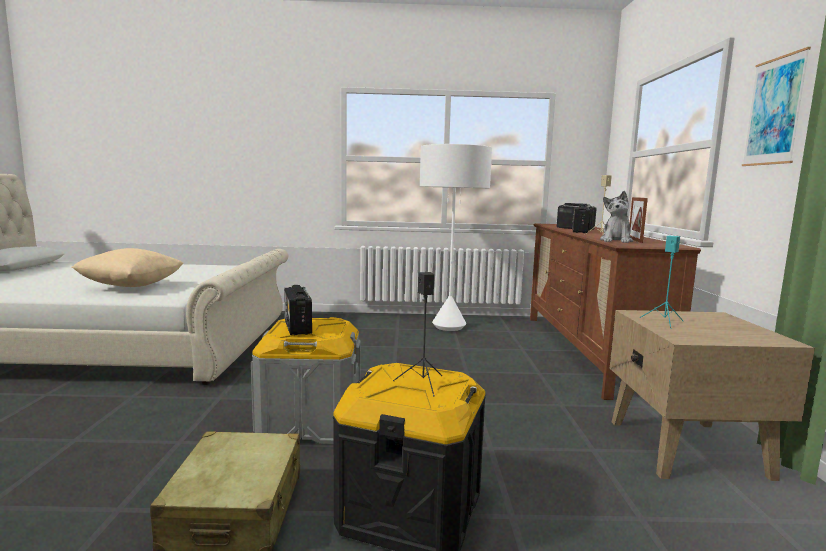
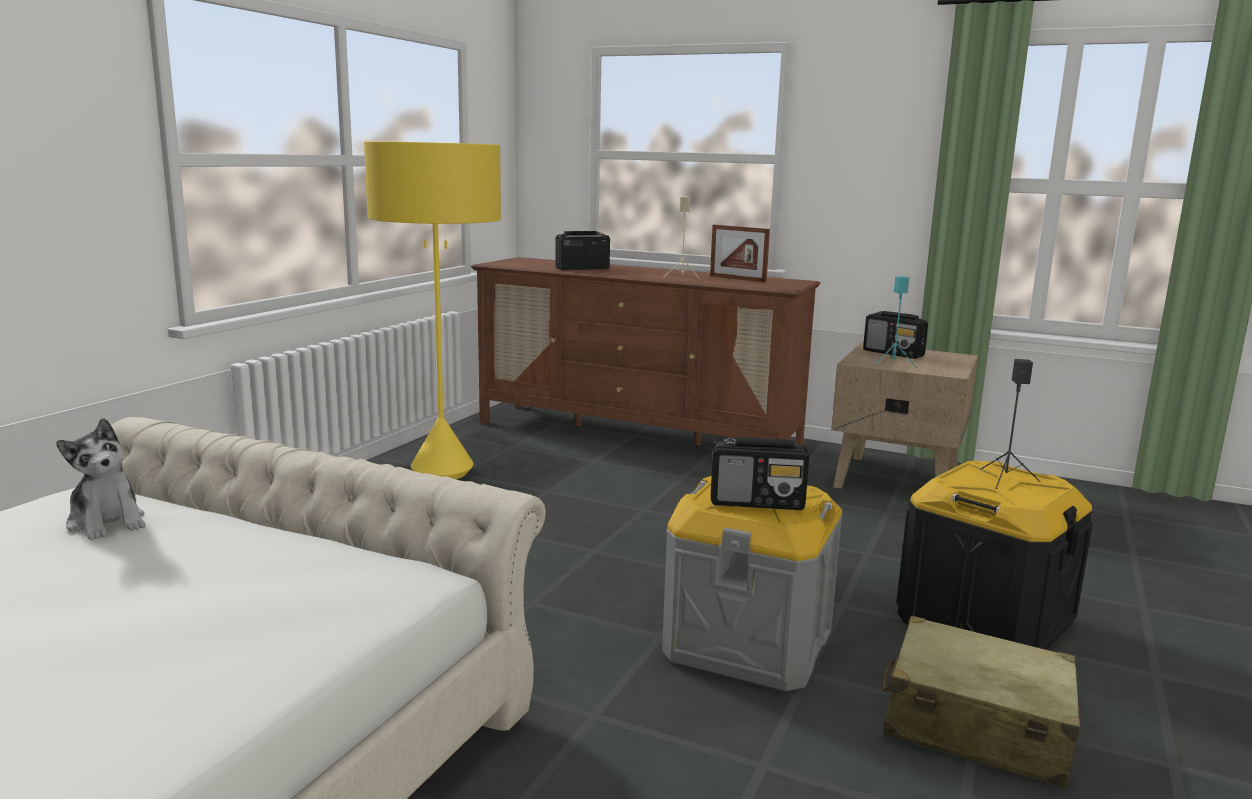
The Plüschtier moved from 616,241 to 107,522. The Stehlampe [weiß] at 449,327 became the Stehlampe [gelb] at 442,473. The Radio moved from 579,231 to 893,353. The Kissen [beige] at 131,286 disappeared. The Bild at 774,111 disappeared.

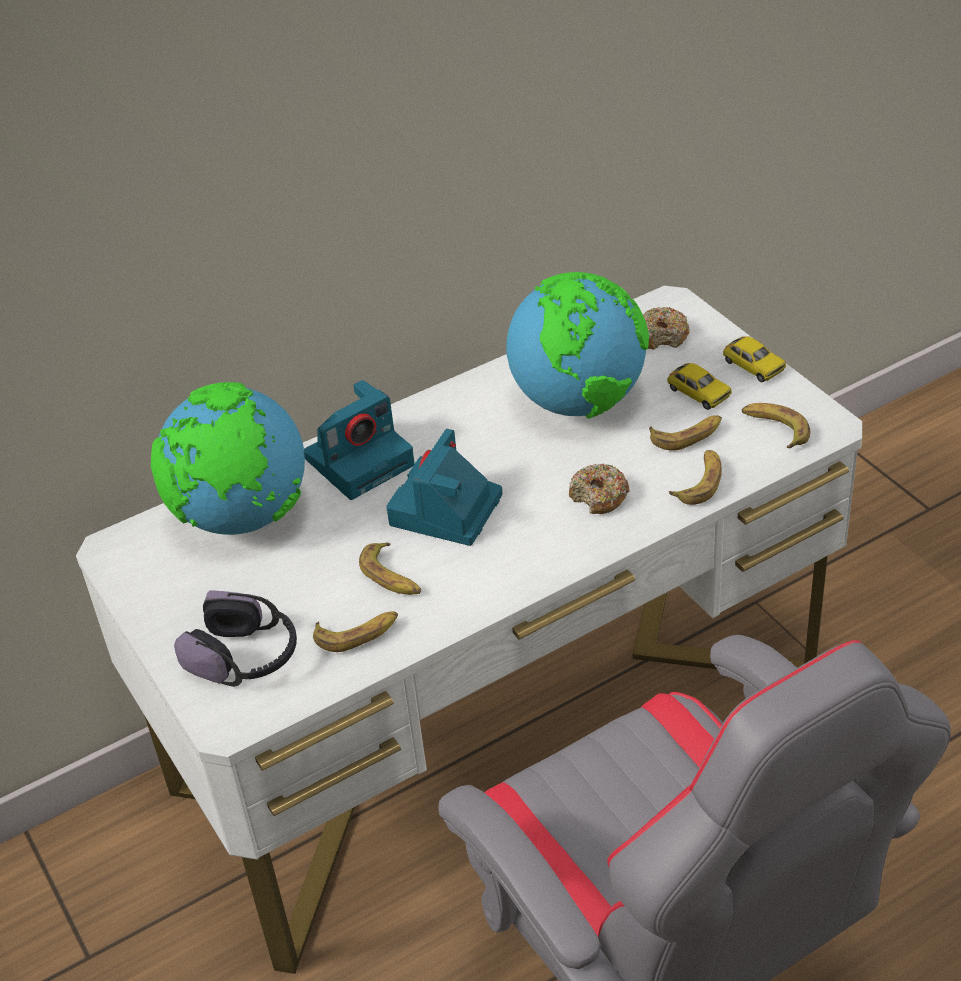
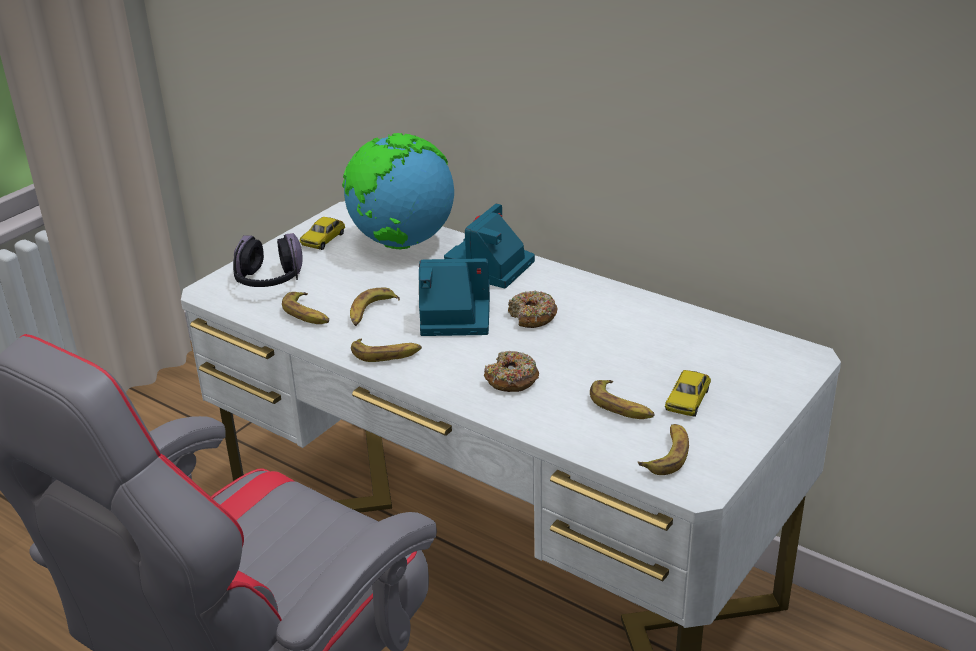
The Spielzeugauto moved from 754,366 to 323,240. The Banane moved from 699,482 to 386,354. The Kamera at 360,459 turned 90 degrees clockwise. The Donut moved from 662,336 to 532,317. The Globus at 579,402 disappeared.

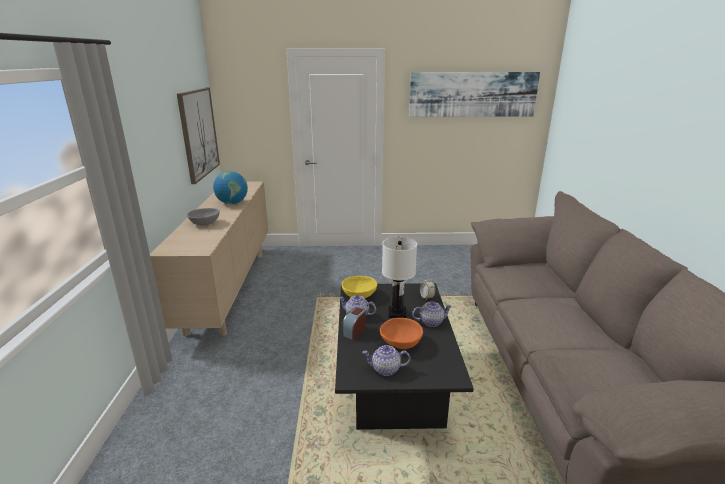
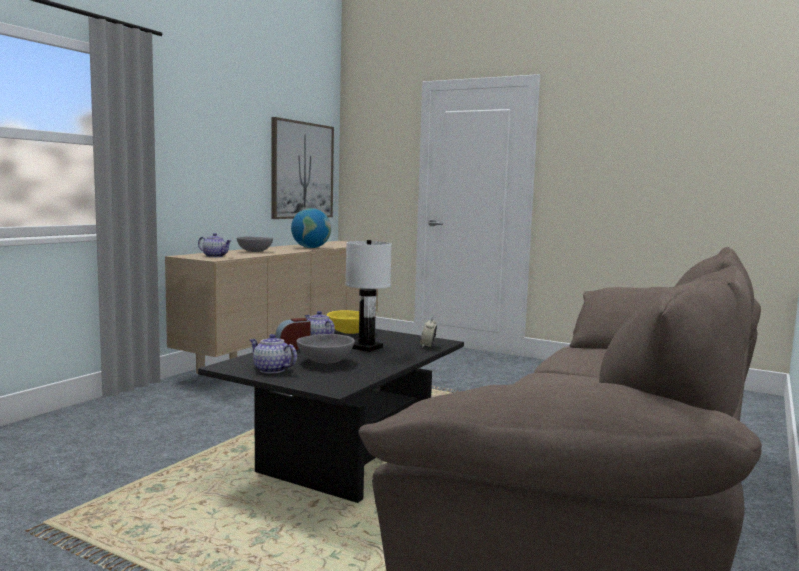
The Teekanne moved from 431,322 to 215,256. The Schüssel [orange] at 400,343 became the Schüssel [grau] at 324,362. The Bild at 472,94 disappeared.

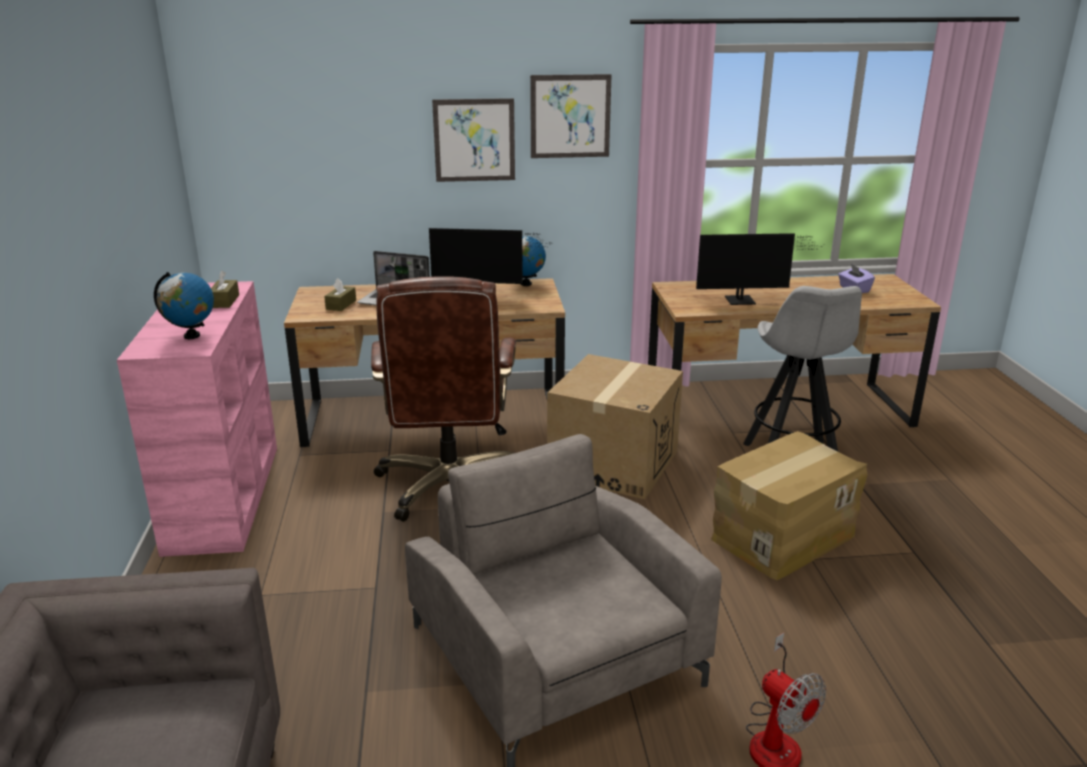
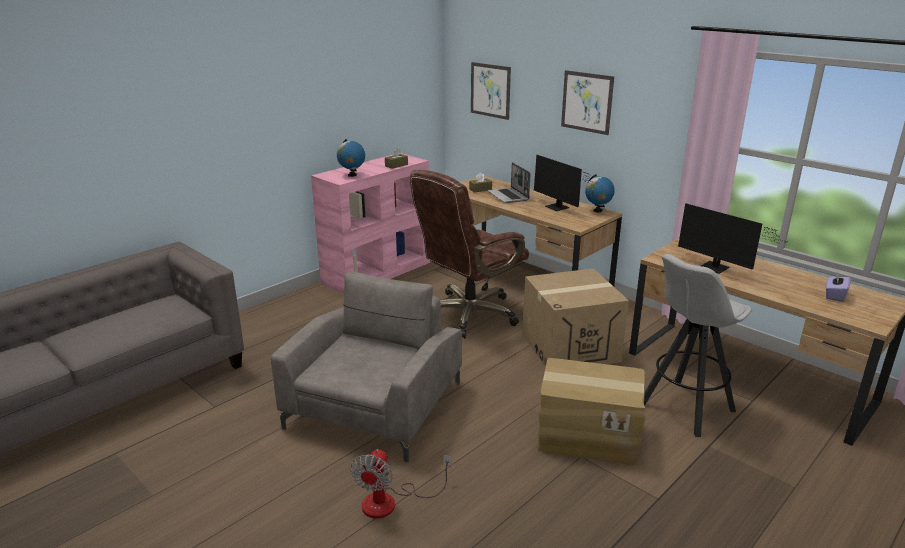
The Bild moved from 570,116 to 490,90.

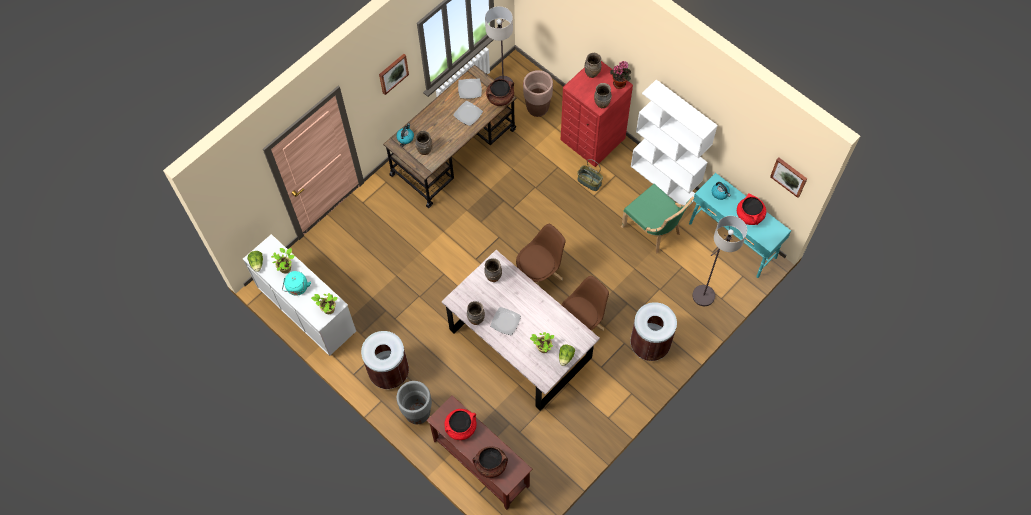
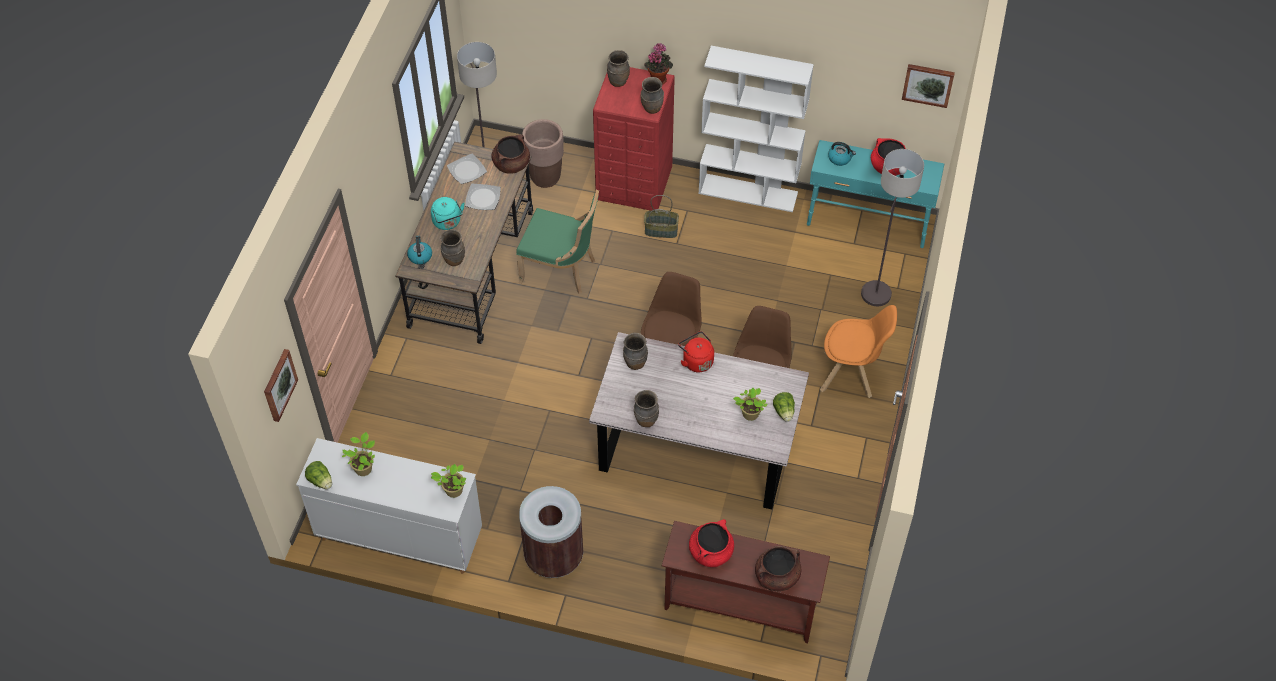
The Bild moved from 393,73 to 279,385. The Wasserkessel [türkis] moved from 297,288 to 448,223. The Stuhl [grün] moved from 653,230 to 561,270. The Wasserkessel [rot] at 696,361 appeared. The Mülleimer [braun] at 650,345 was replaced by the Stuhl [orange] at 851,374. The Pflanzkübel [grau] at 417,413 disappeared. The Teller at 505,321 disappeared.

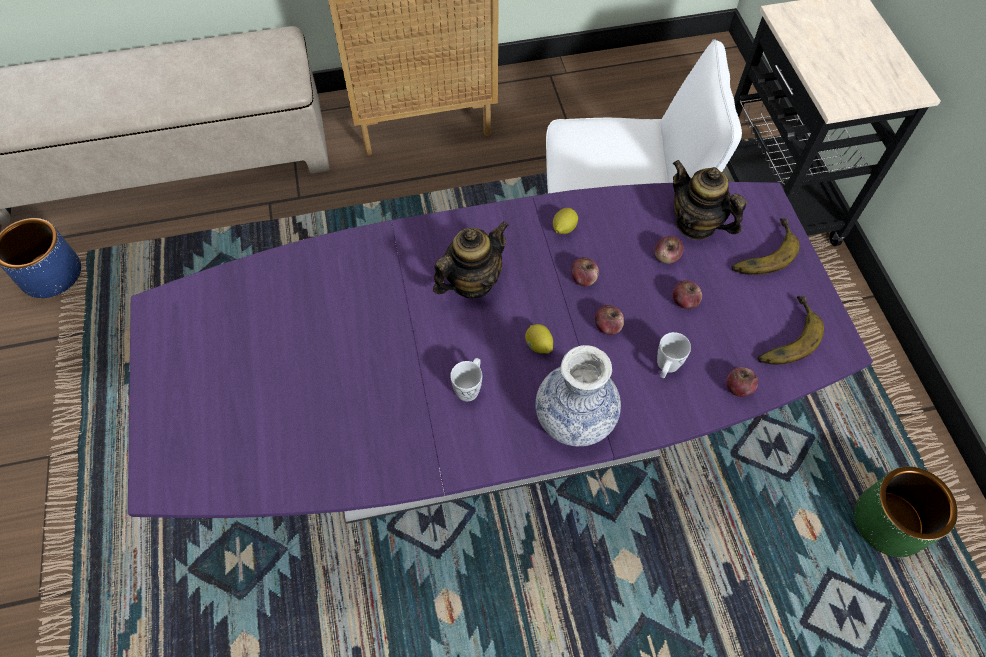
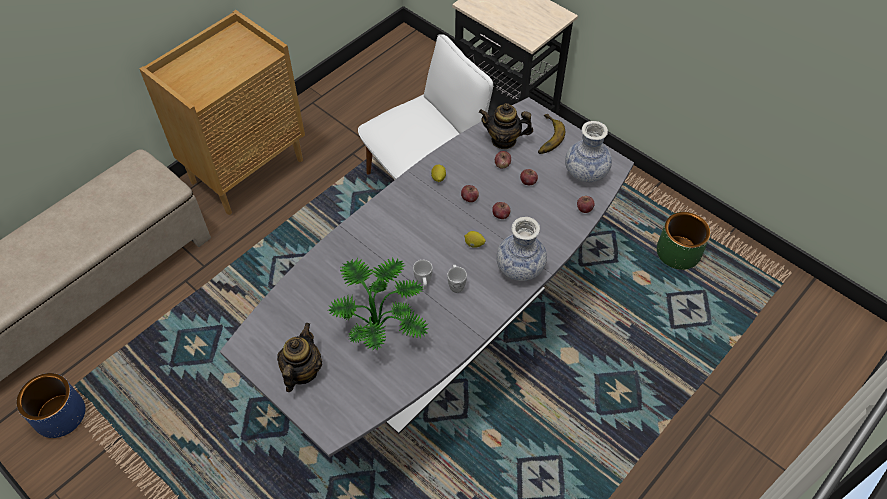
The Esstisch [lila] at 493,431 became the Esstisch [grau] at 443,331. The Teekanne moved from 471,282 to 302,371. The Topfpflanze at 381,323 appeared. The Henkelbecher [weiß] moved from 666,367 to 423,283. The Banane at 782,335 was replaced by the Vase at 585,172.

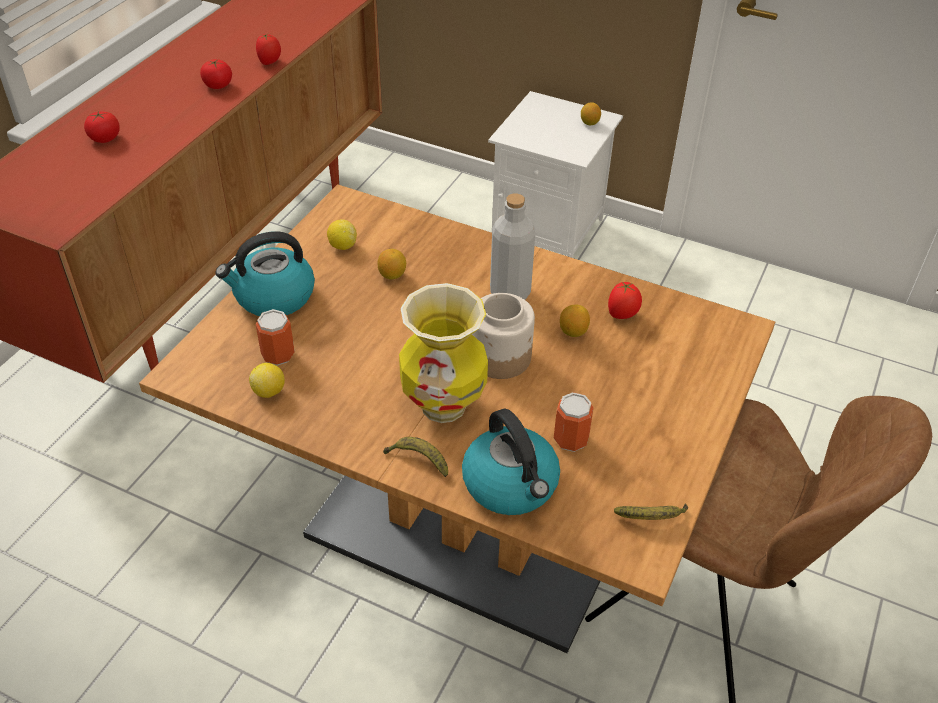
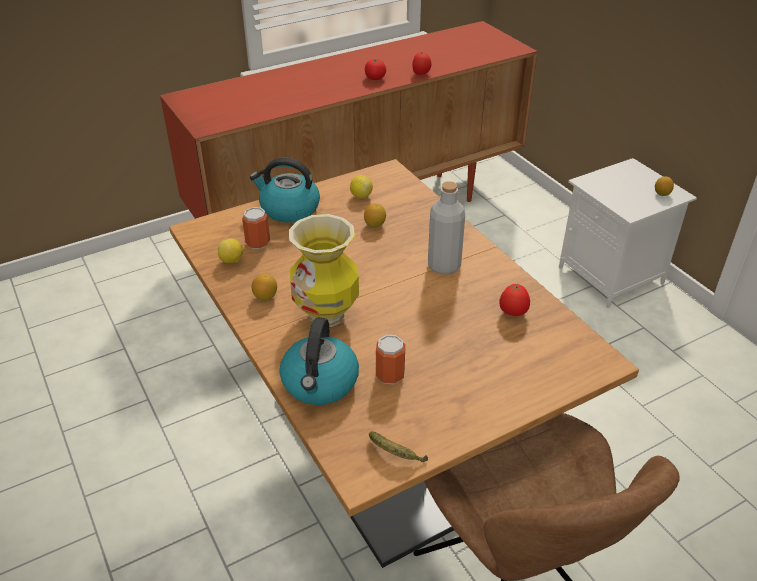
The Zitrone moved from 573,332 to 265,297. The Tomate at 105,138 disappeared. The Banane at 418,460 disappeared. The Vorratsglas at 500,357 disappeared.

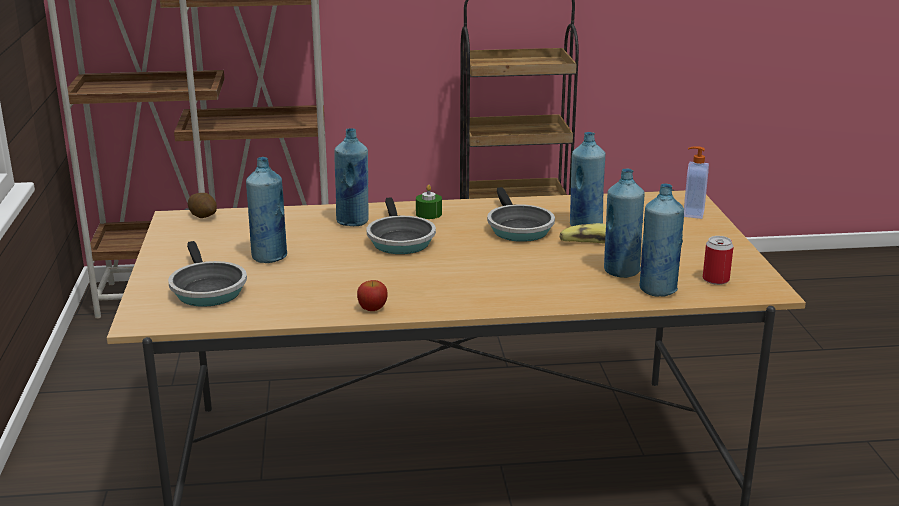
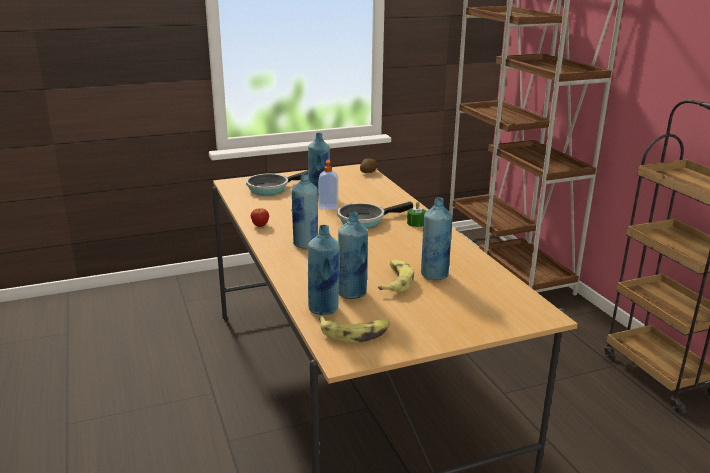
The Flasche [blau] moved from 353,222 to 305,244. The Seifenspender moved from 692,213 to 328,206. The Dose at 715,280 was replaced by the Banane at 355,333. The Pfanne at 517,228 disappeared.

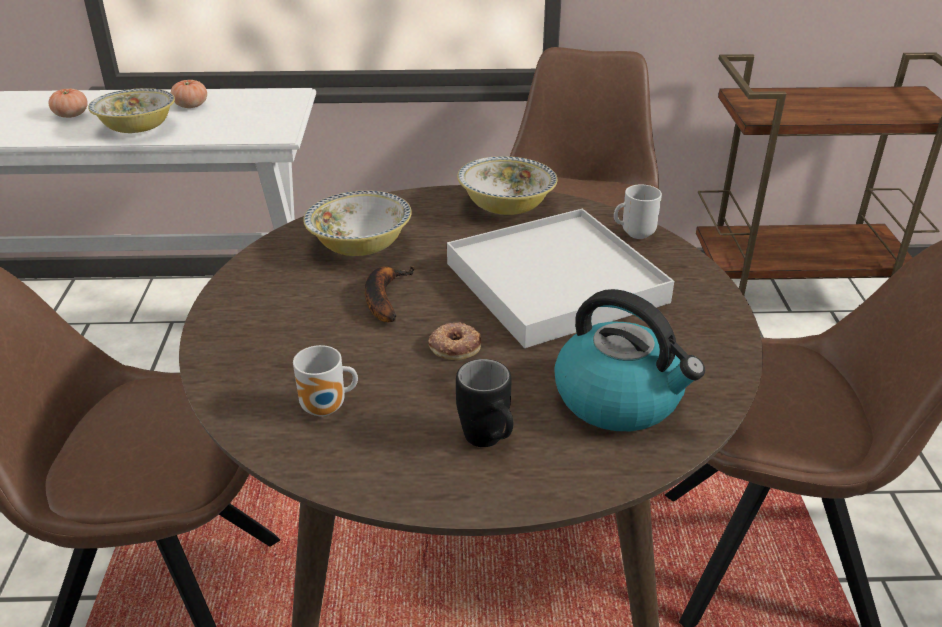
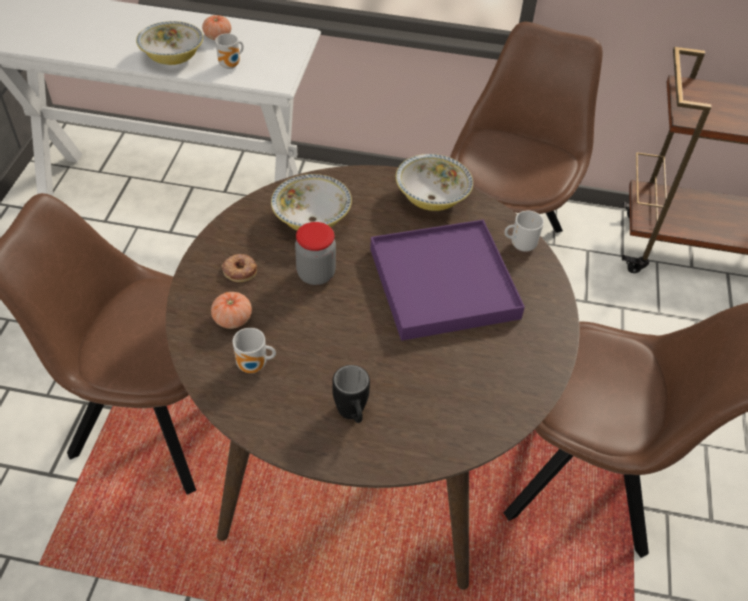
The Tomate moved from 71,115 to 232,319. The Henkelbecher at 231,65 appeared. The Donut moved from 455,345 to 240,270. The Banane at 383,297 was replaced by the Vorratsglas at 316,274. The Tablett [weiß] at 555,283 became the Tablett [lila] at 443,283. The Wasserkessel at 620,399 disappeared.

